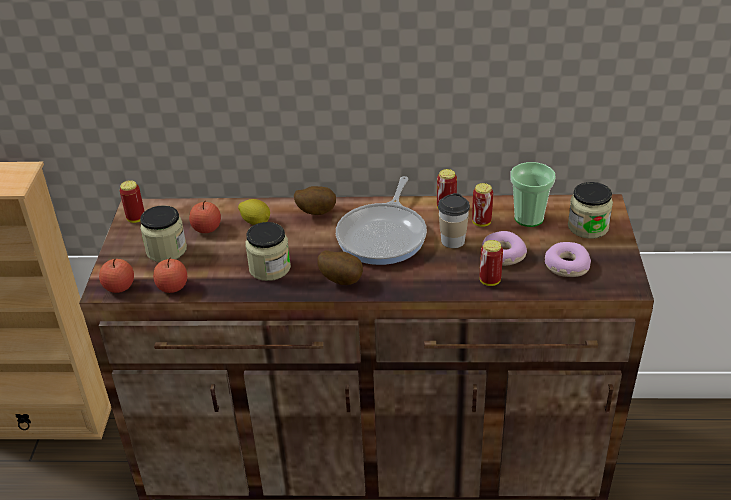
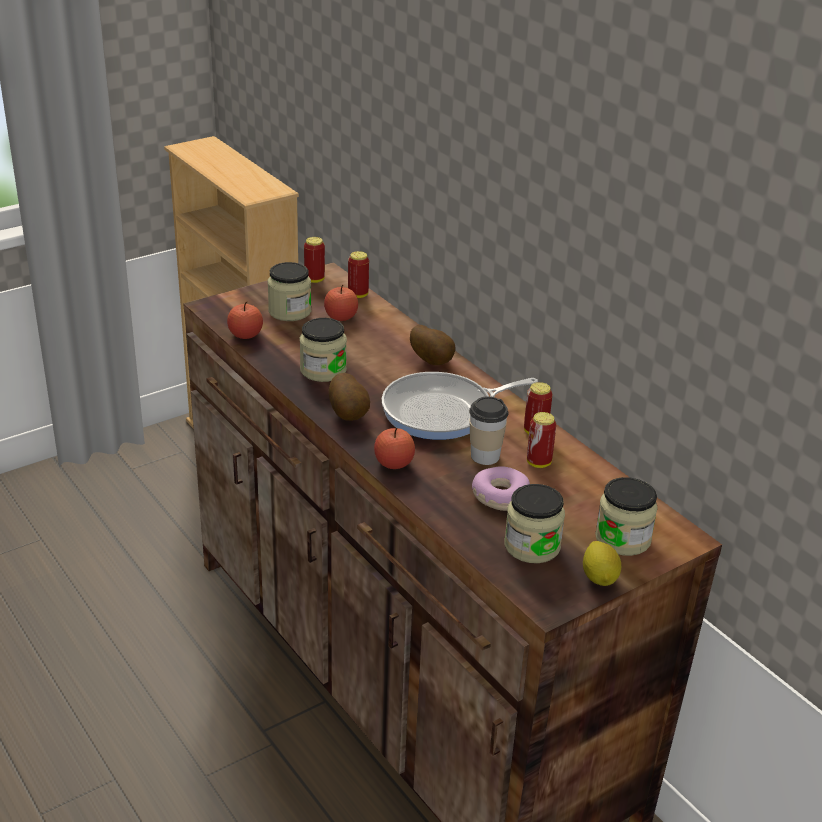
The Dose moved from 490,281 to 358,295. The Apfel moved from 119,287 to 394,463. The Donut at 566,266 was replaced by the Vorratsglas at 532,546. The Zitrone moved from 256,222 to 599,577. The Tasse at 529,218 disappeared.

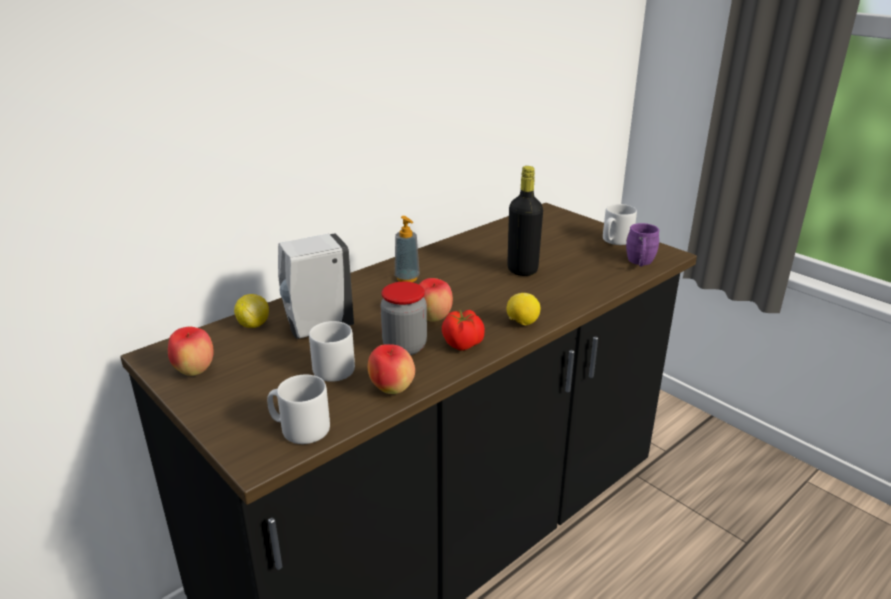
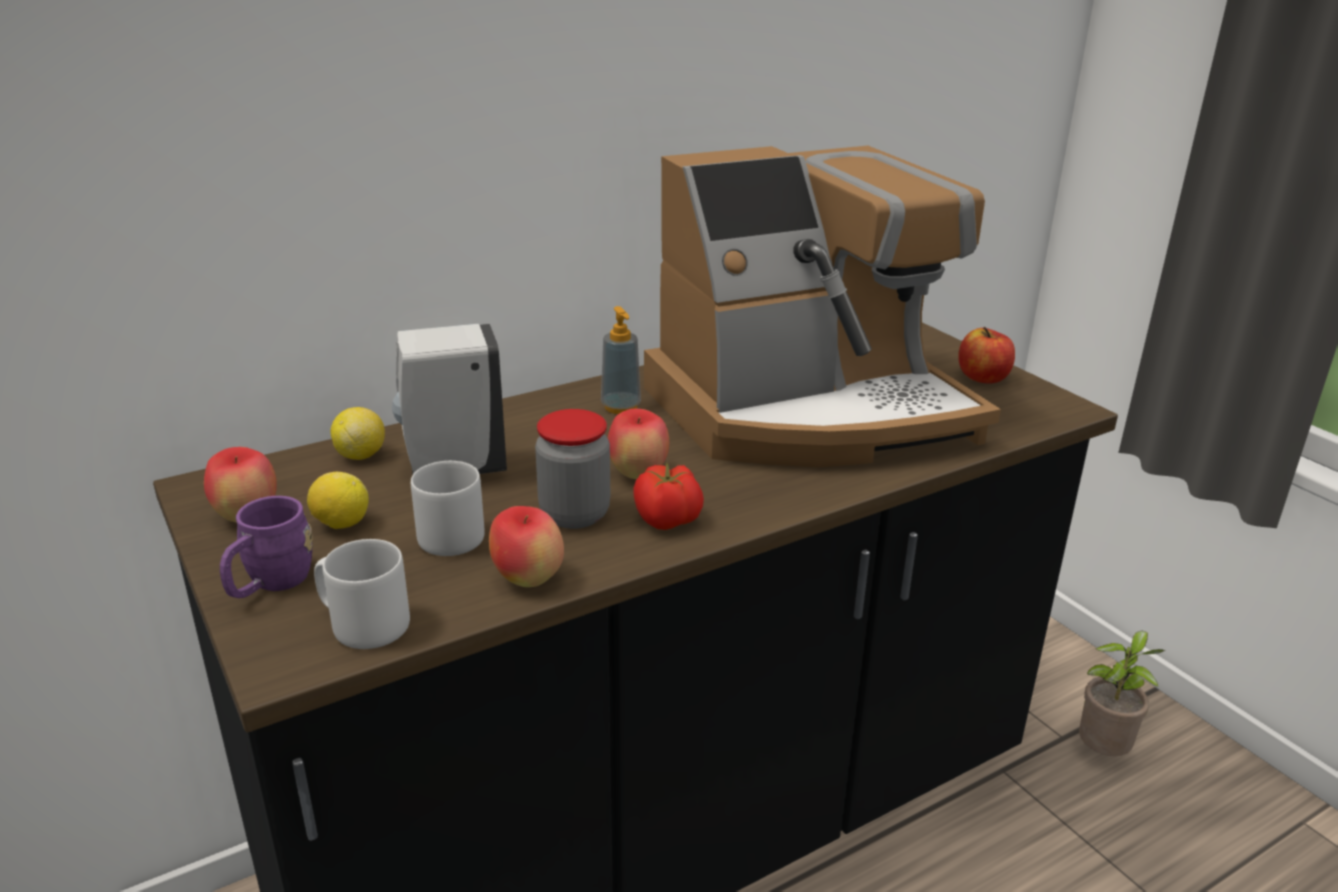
The Henkelbecher [lila] moved from 640,263 to 270,584. The Zitrone moved from 522,323 to 341,524. The Flasche [schwarz] at 522,270 was replaced by the Kaffeemaschine at 810,411. The Henkelbecher [grau] at 615,241 was replaced by the Apfel at 983,378. The Topfpflanze at 1103,753 appeared.

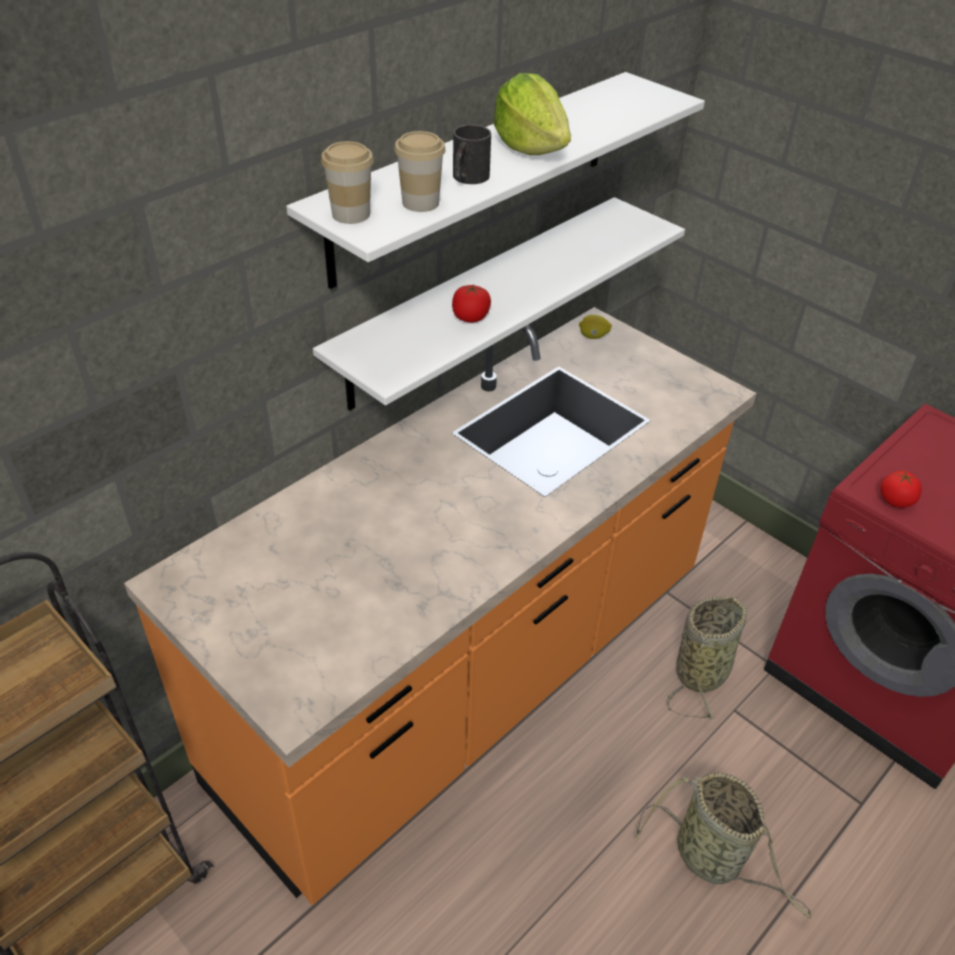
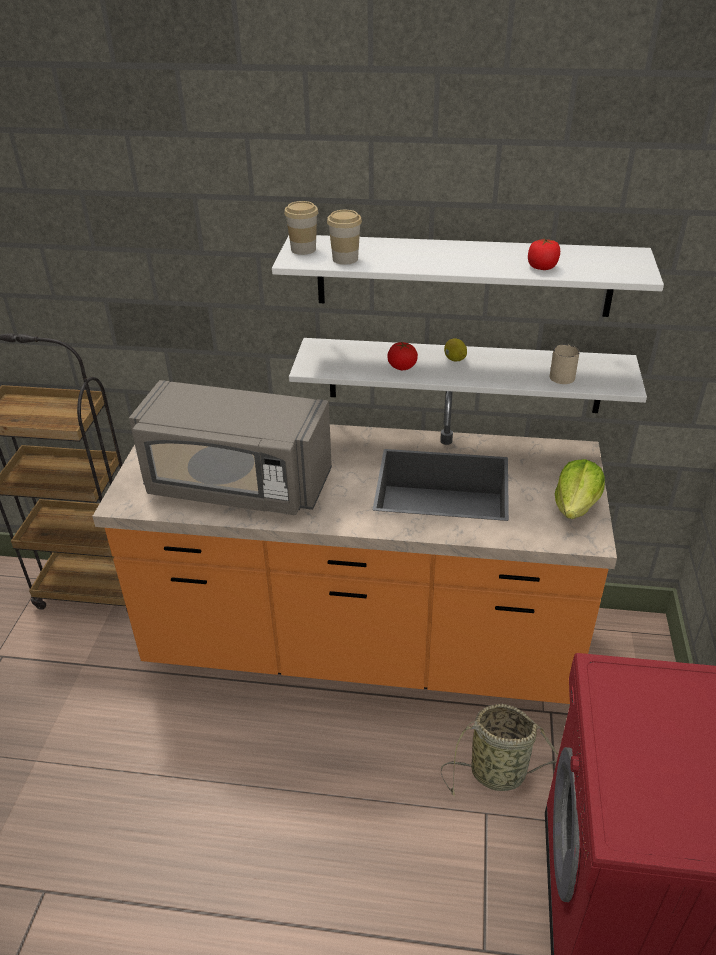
The Mikrowelle [grau] at 237,485 appeared. The Zitrone moved from 593,337 to 455,360. The Tomate moved from 896,500 to 542,267. The Henkelbecher [beige] at 560,374 appeared. The Salatkopf moved from 530,147 to 576,507. The Henkelbecher [schwarz] at 467,179 disappeared. The Korb at 712,859 disappeared.

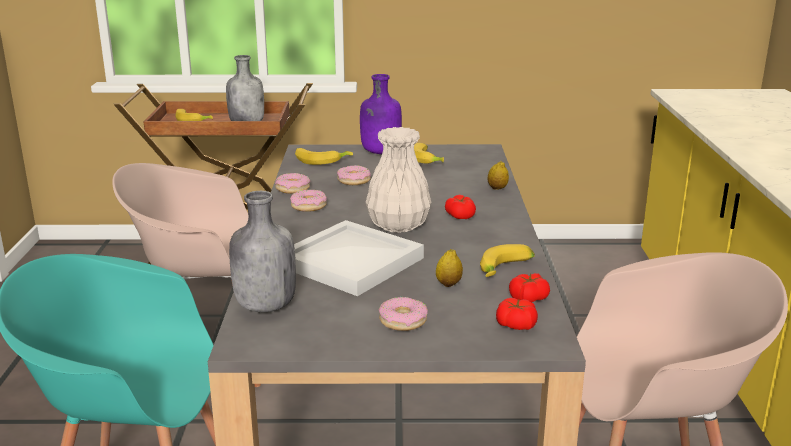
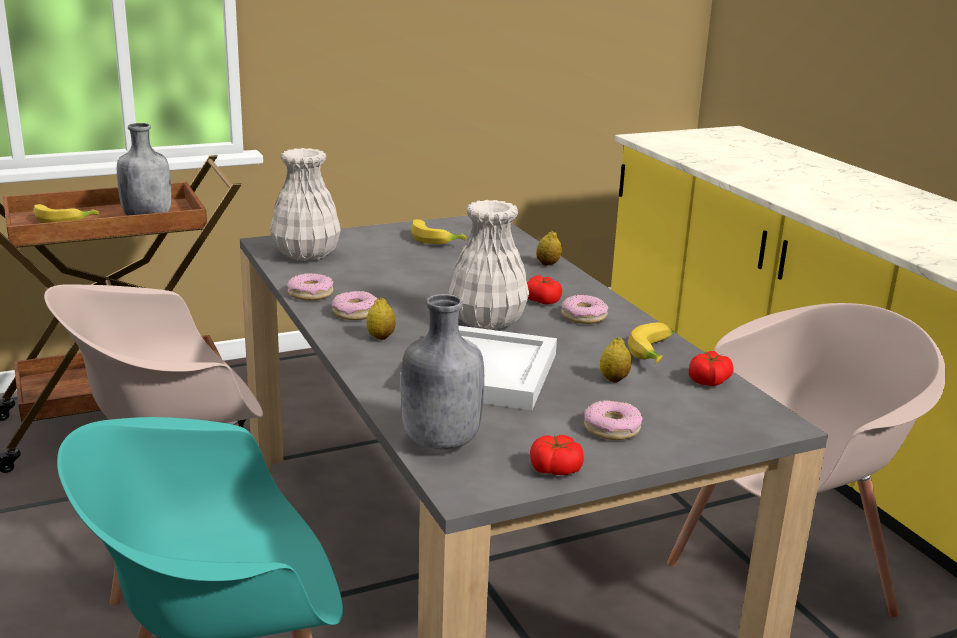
The Banane at 321,161 was replaced by the Vase [weiß] at 307,255. The Zitrone at 381,337 appeared. The Tomate moved from 516,325 to 555,469. The Donut moved from 354,180 to 584,316. The Flasche [lila] at 380,152 disappeared.

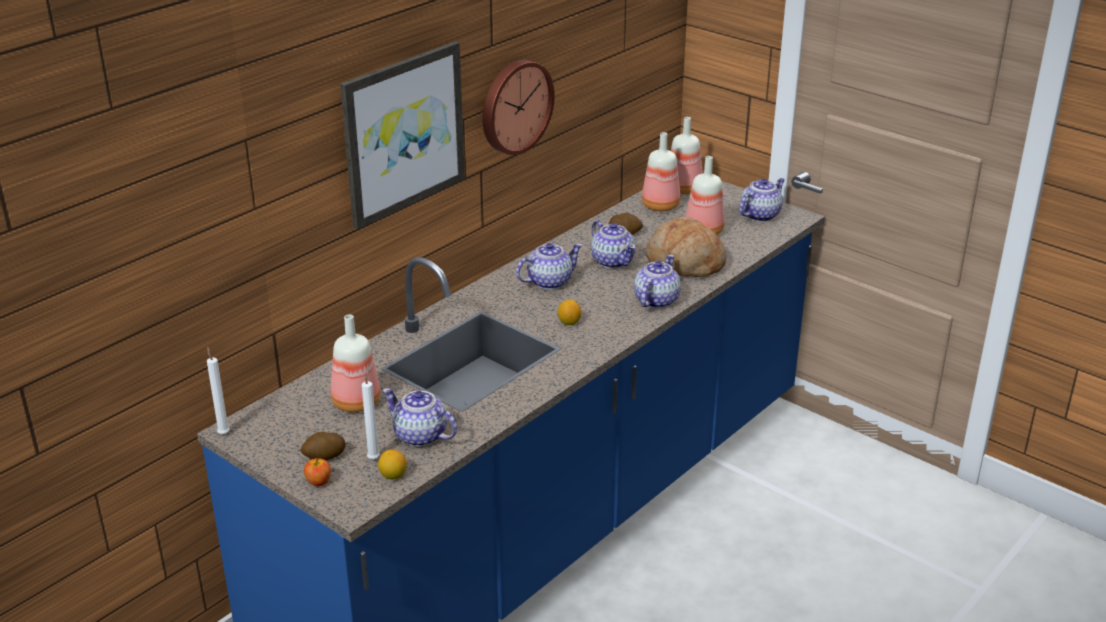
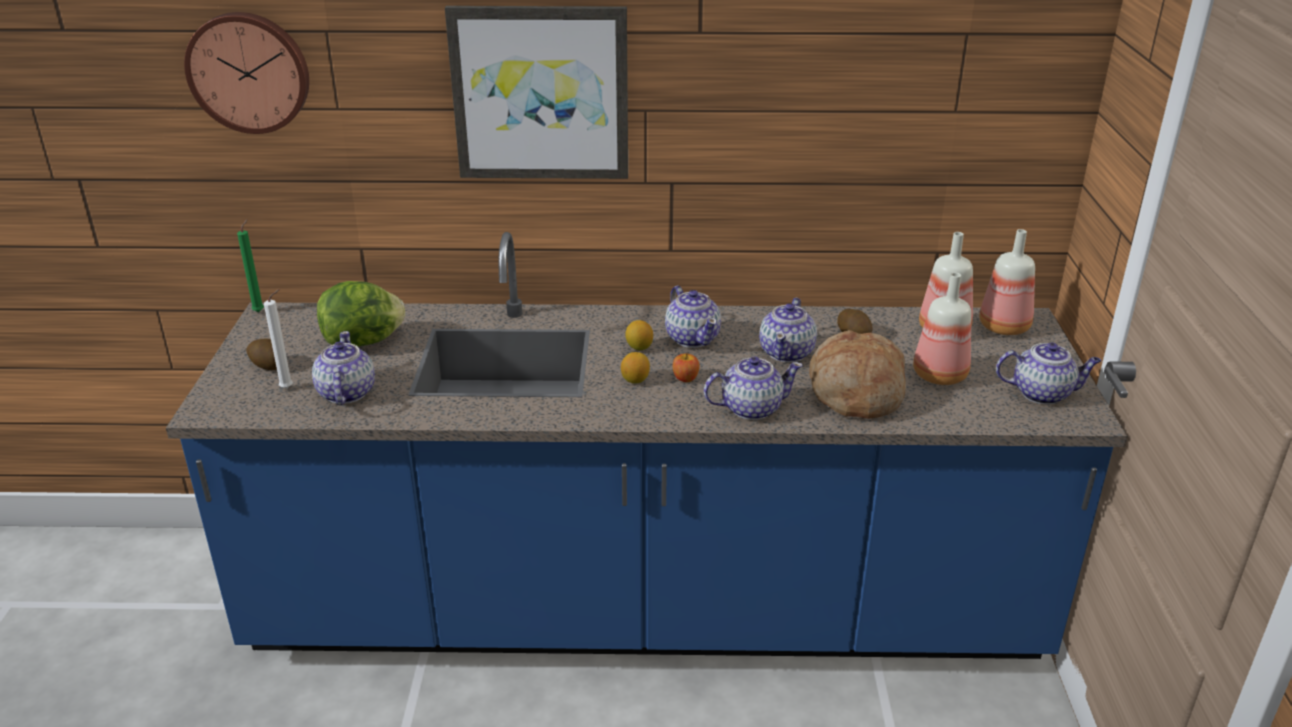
The Wanduhr moved from 514,106 to 249,72. The Kerze [weiß] at 223,433 became the Kerze [grün] at 260,311. The Flasche at 355,403 was replaced by the Salatkopf at 364,342. The Zitrone moved from 393,476 to 639,347. The Teekanne at 548,282 turned 45 degrees clockwise. The Apfel moved from 318,482 to 685,378.

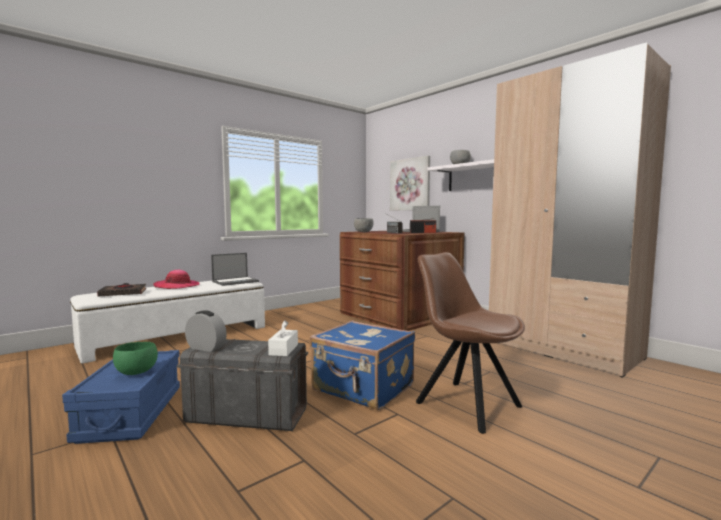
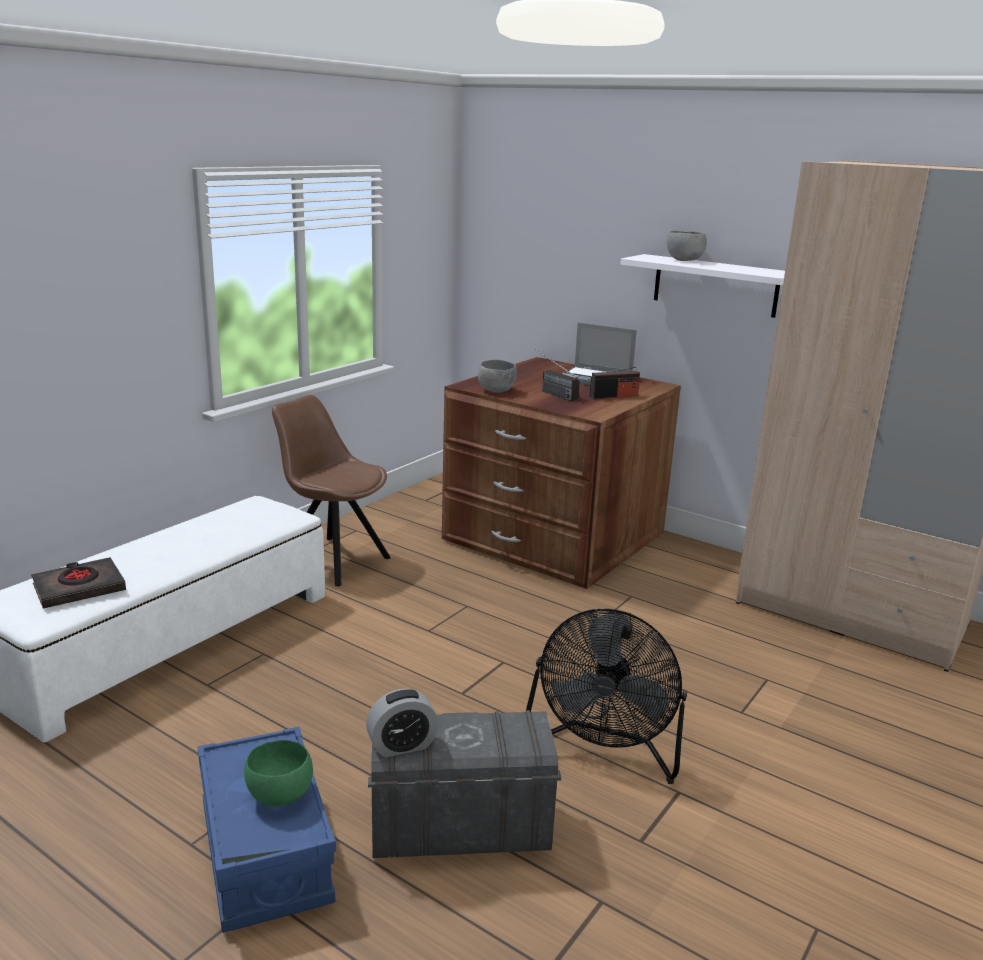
The Stuhl [braun] moved from 466,404 to 333,560. The Wecker at 206,348 turned 150 degrees clockwise. The Koffer [blau] at 363,389 was replaced by the Ventilator [schwarz] at 600,744. The Hut at 177,286 disappeared. The Laptop at 236,281 disappeared. The Taschentuchbox [weiß] at 283,349 disappeared. The Bild at 410,184 disappeared.

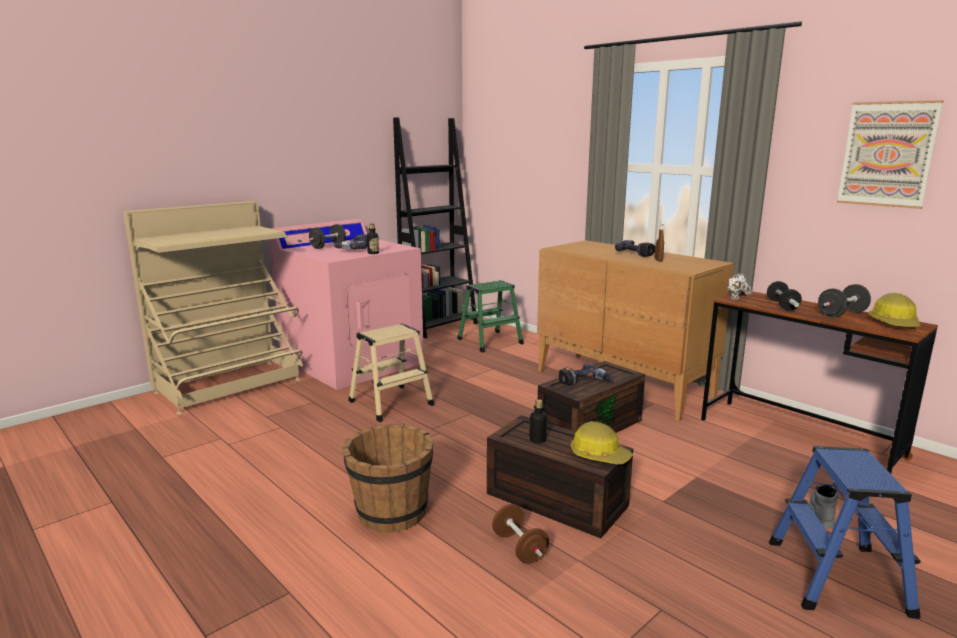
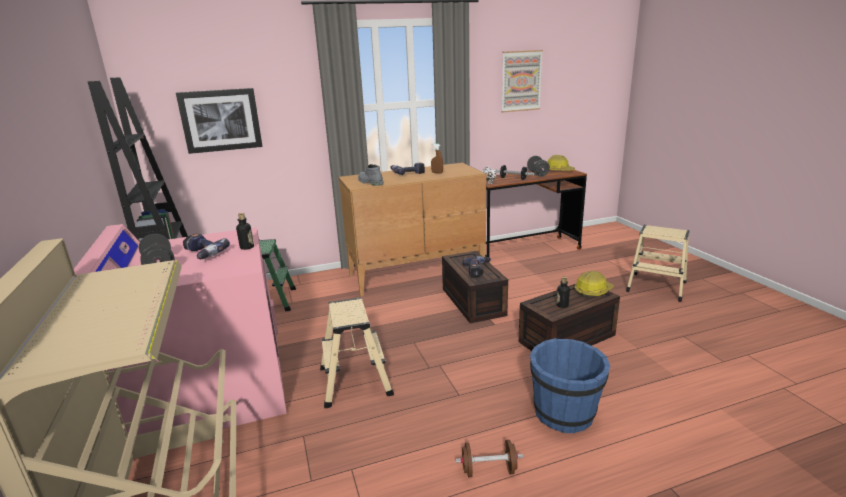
The Bild at 221,120 appeared. The Stiefel [grau] moved from 821,511 to 370,182. The Hantel [braun] moved from 519,548 to 489,470. The Eimer [braun] at 391,513 became the Eimer [blau] at 564,414. The Trittleiter [blau] at 838,577 became the Trittleiter [beige] at 656,286.

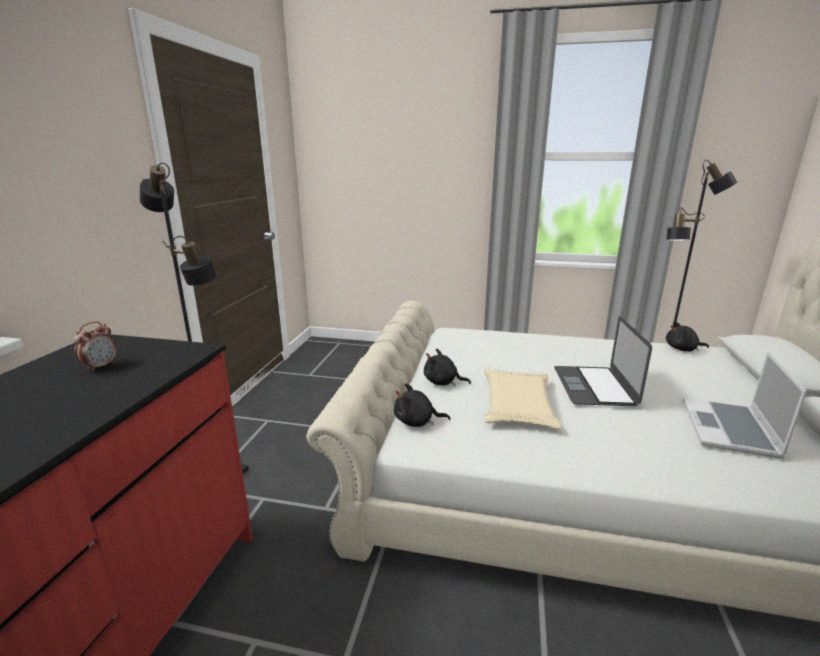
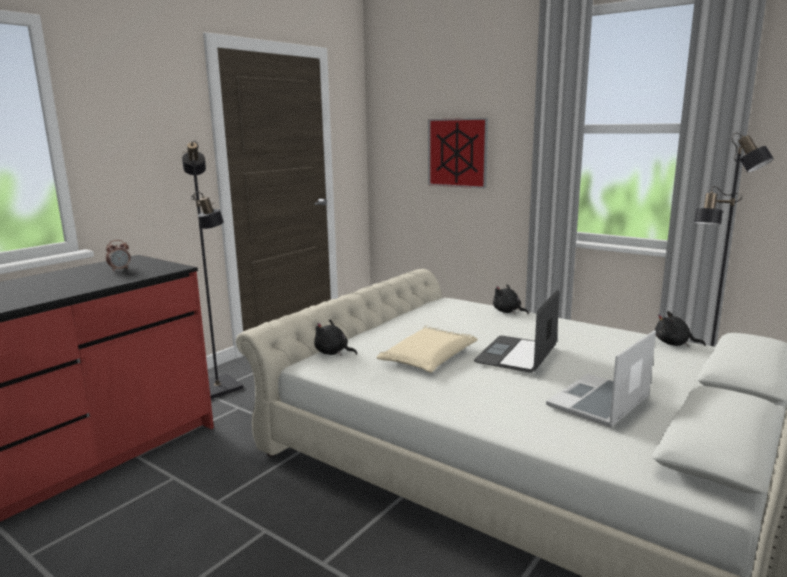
The Bild at 457,153 appeared. The Plüschtier [schwarz] moved from 442,382 to 507,311.

